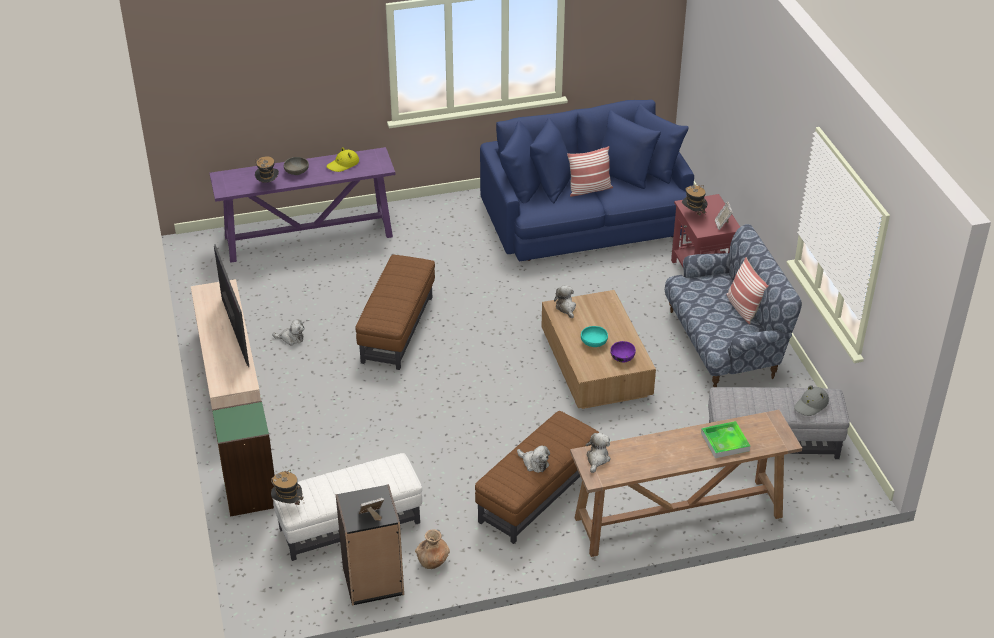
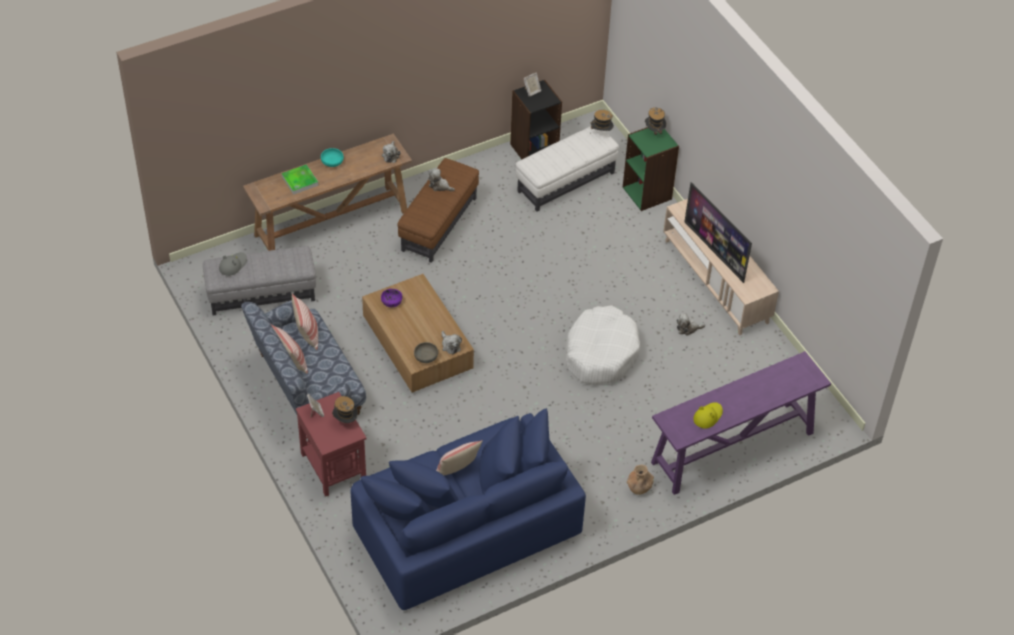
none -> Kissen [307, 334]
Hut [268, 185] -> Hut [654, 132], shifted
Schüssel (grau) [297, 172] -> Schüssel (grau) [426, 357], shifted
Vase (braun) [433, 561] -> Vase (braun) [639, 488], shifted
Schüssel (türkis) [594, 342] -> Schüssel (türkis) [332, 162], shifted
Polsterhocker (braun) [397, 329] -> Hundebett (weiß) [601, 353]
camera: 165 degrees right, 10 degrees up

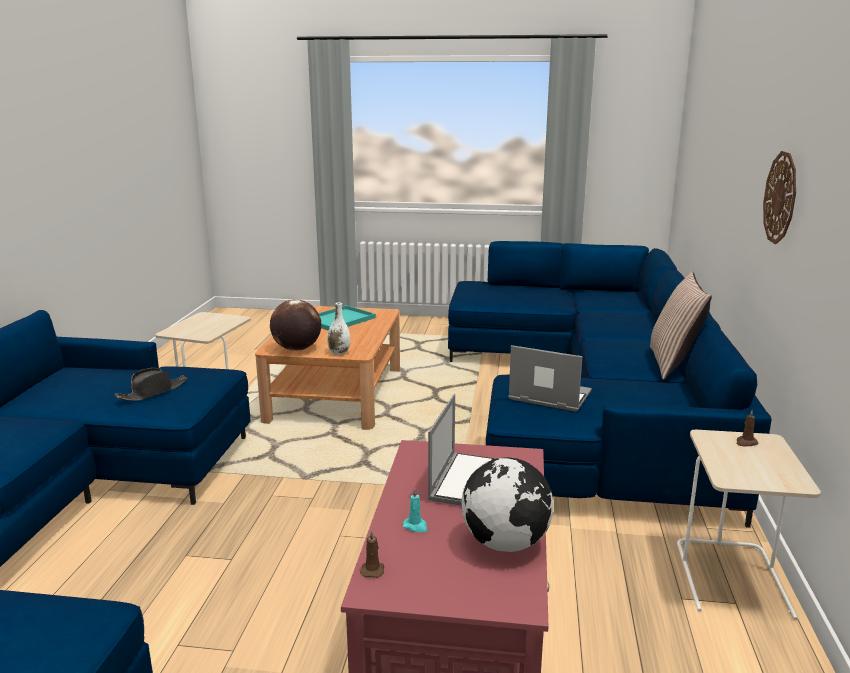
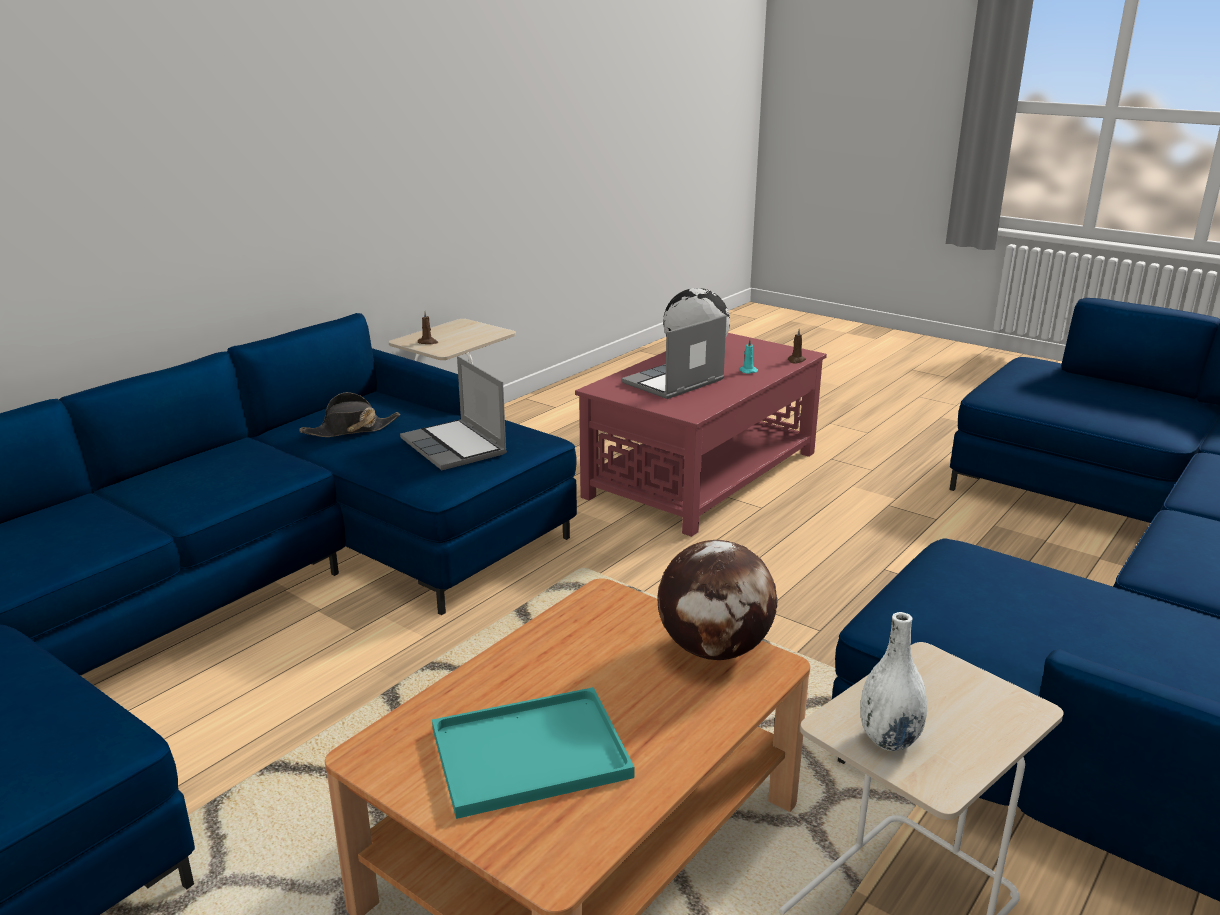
Kissen [673, 363] -> none
Wanduhr [780, 197] -> none
Hut (schwarz) [153, 392] -> Hut (schwarz) [350, 430], shifted
Vase (weiß) [339, 352] -> Vase (weiß) [889, 739], shifted
camera: 150 degrees left, 5 degrees up

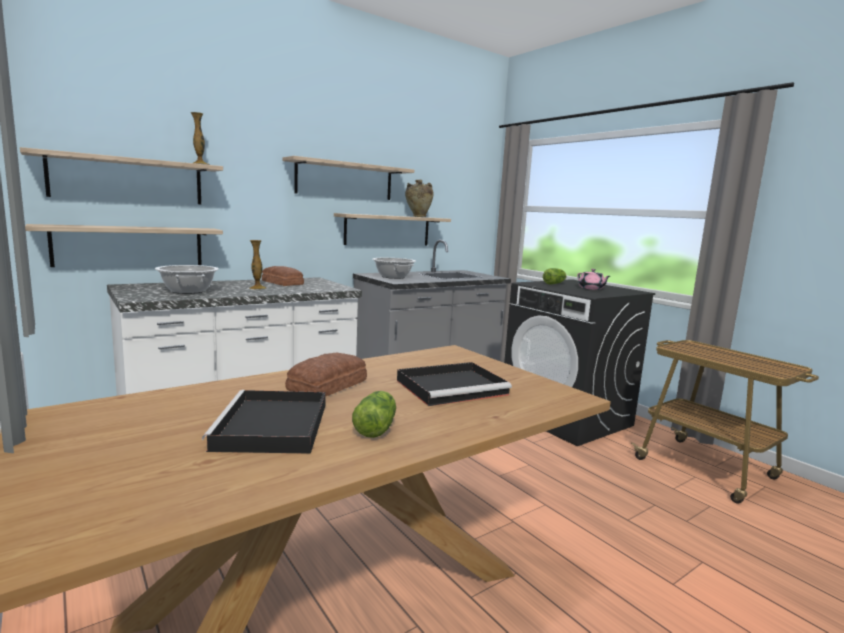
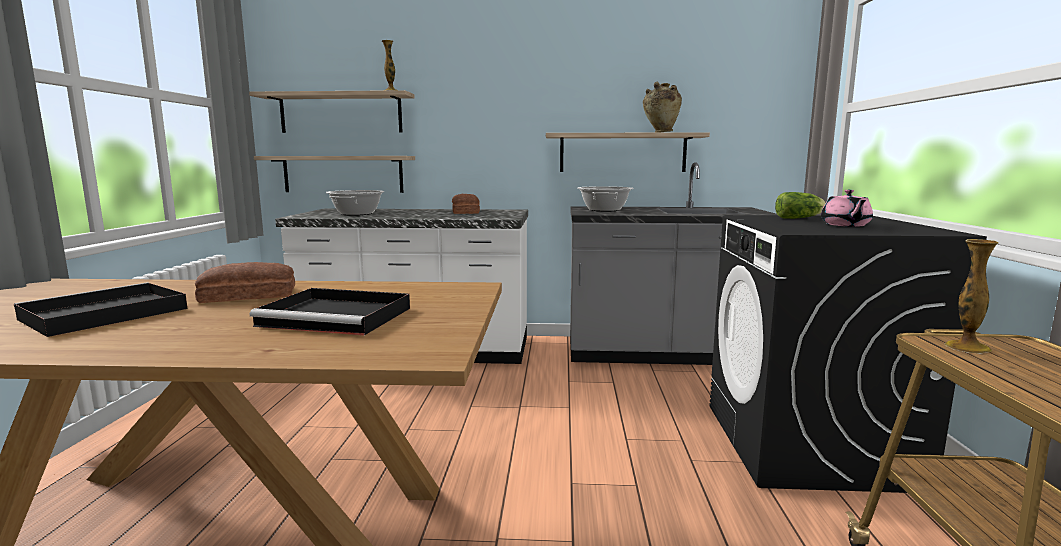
Wandregal [345, 180] -> none
Salatkopf [376, 427] -> none
Vase [257, 288] -> Vase [967, 347], shifted
camera: 40 degrees right, 0 degrees up

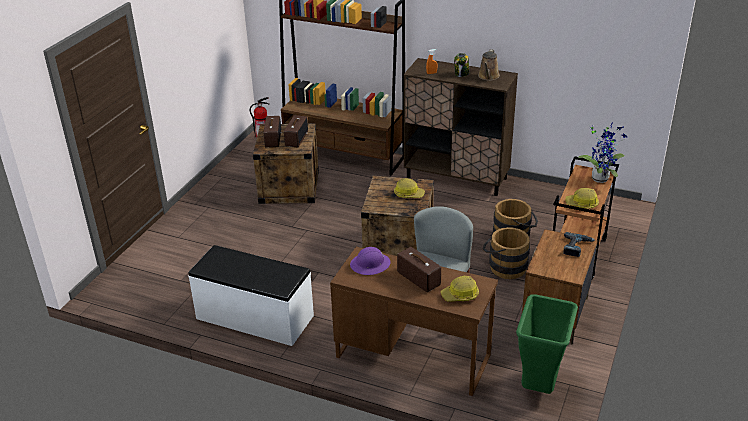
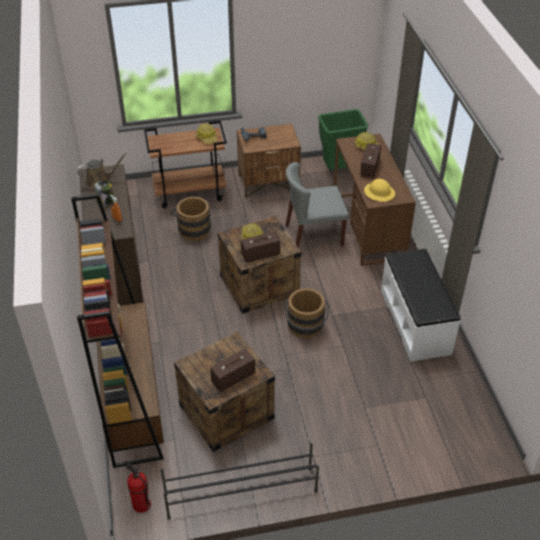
Topfpflanze [601, 178] -> none
none -> Schuhregal (schwarz) [240, 492]
Radio [296, 138] -> Radio [260, 254], shifted
Eimer (braun) [504, 267] -> Eimer (braun) [305, 328], shifted
Schutzhelm (lila) [370, 264] -> Schutzhelm (gelb) [379, 192]
camera: 125 degrees left, 10 degrees up

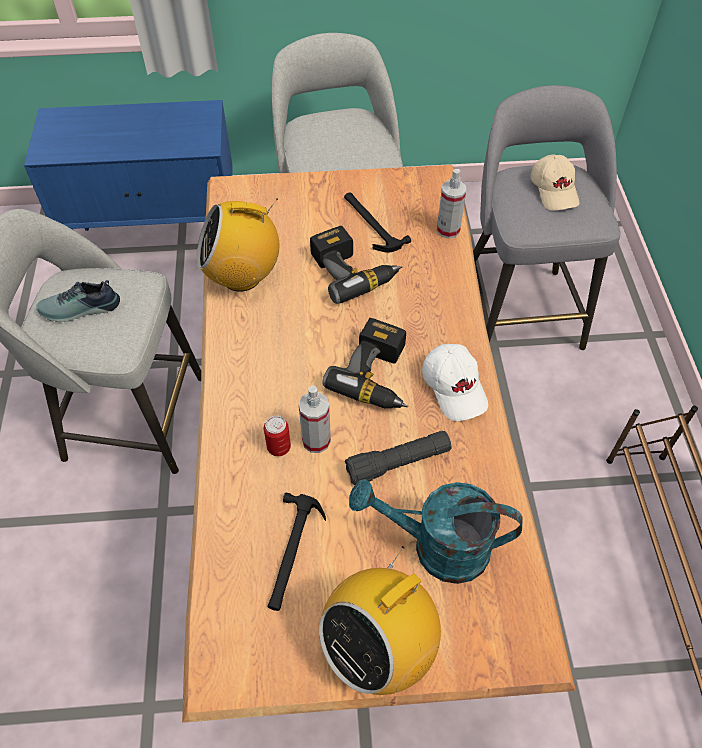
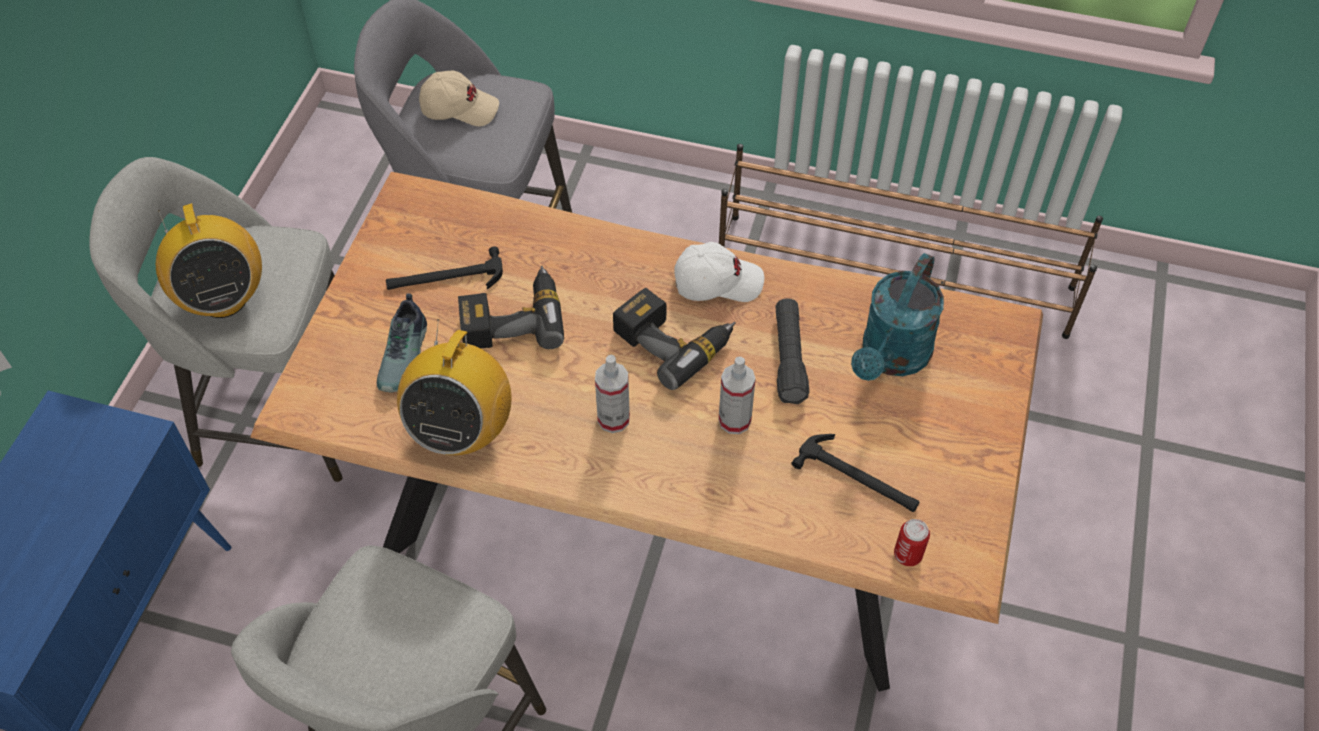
Schuh [80, 310] -> Schuh [406, 355], shifted
Dose [279, 447] -> Dose [907, 555], shifted
Radio [378, 647] -> Radio [223, 299], shifted
Sprühflasche [448, 230] -> Sprühflasche [613, 419], shifted
camera: 70 degrees left, 0 degrees up

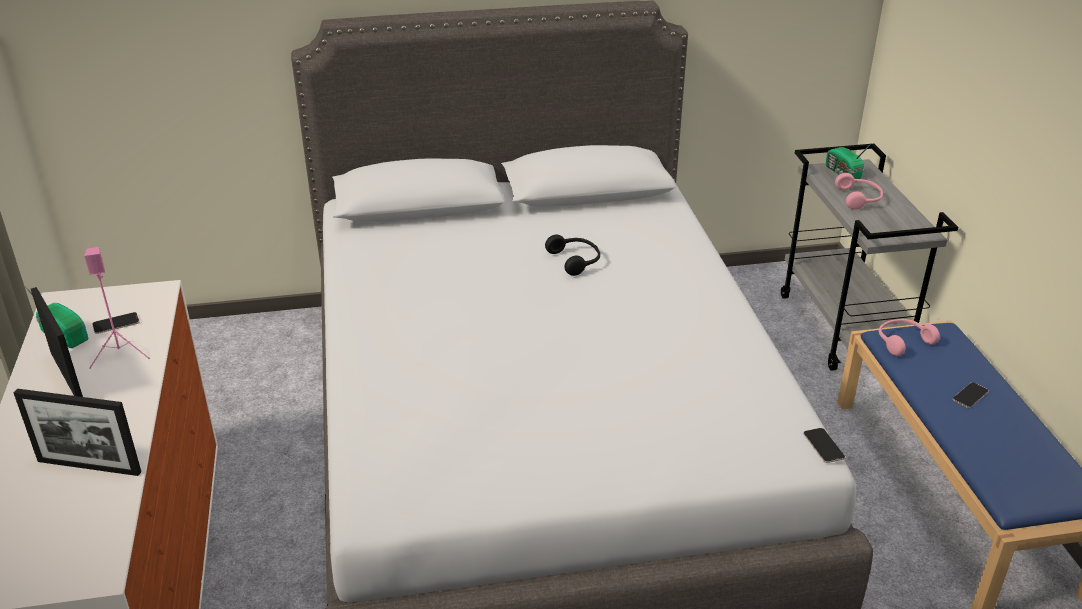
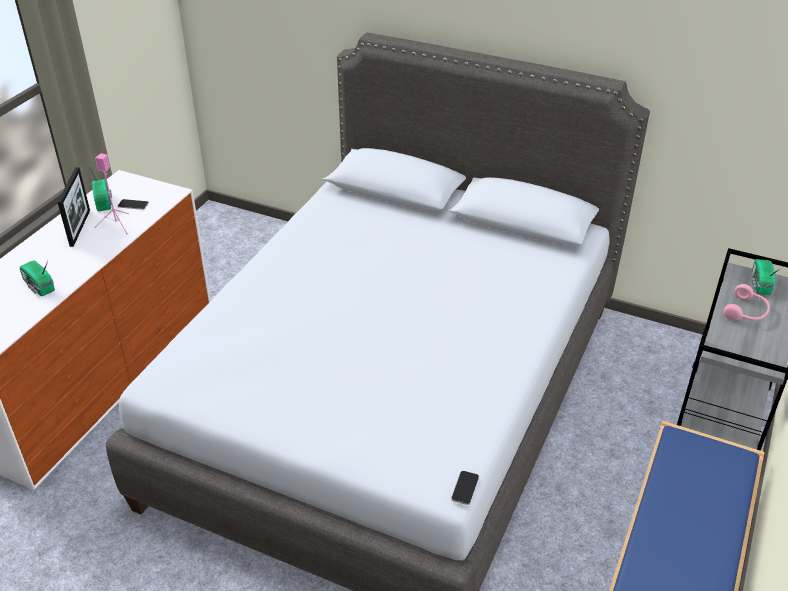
Kopfhörer (schwarz) [576, 260] -> none
Kopfhörer (rosa) [902, 341] -> none
Handy [970, 395] -> none
Bilderrahmen [89, 466] -> Radio [39, 286]
camera: 35 degrees right, 5 degrees up

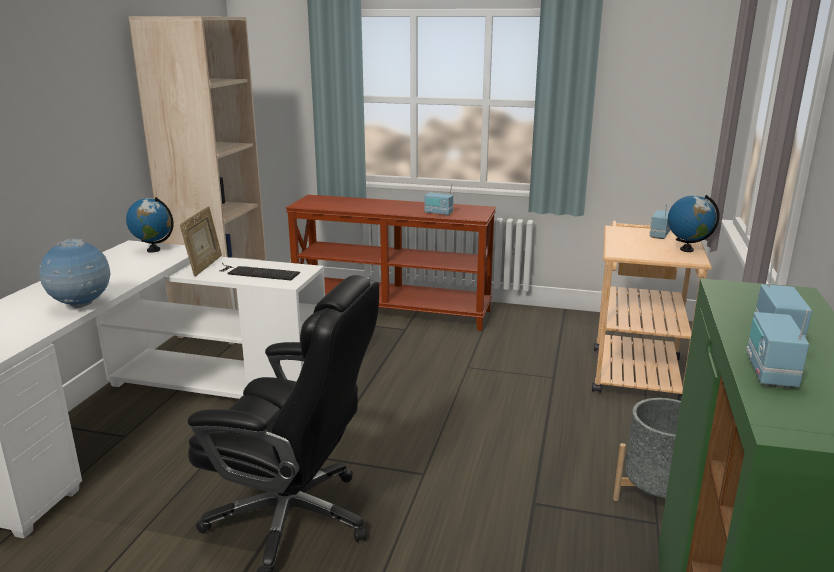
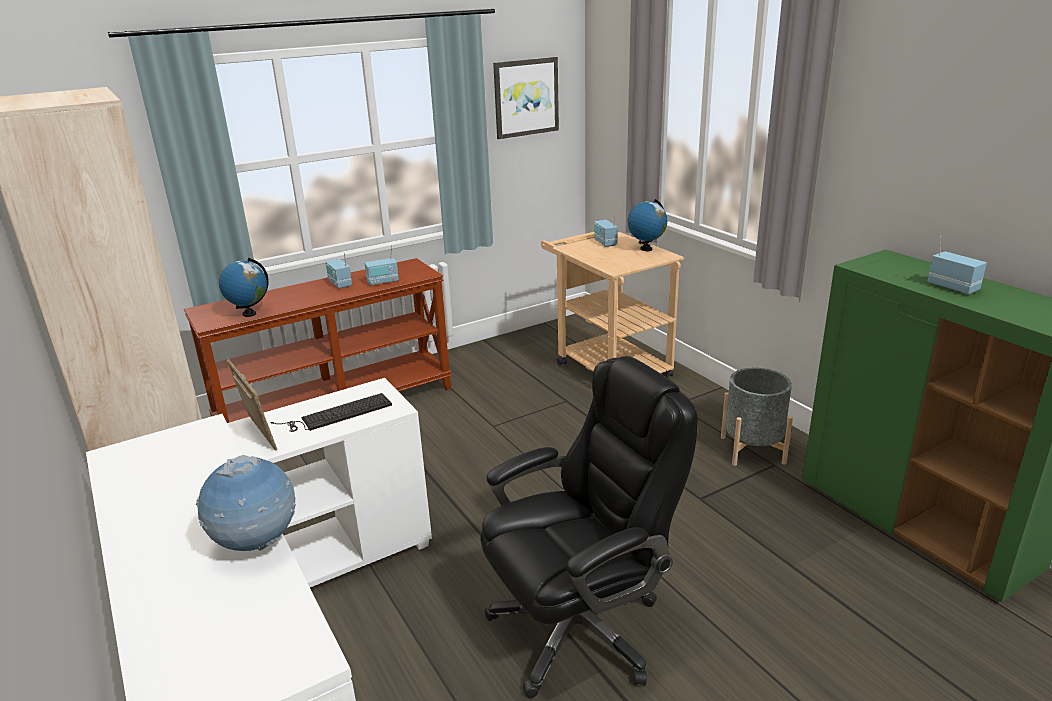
none -> Bild [526, 97]
Globus [154, 250] -> Globus [249, 314], shifted
Radio [769, 372] -> Radio [339, 284], shifted
camera: 45 degrees left, 5 degrees up

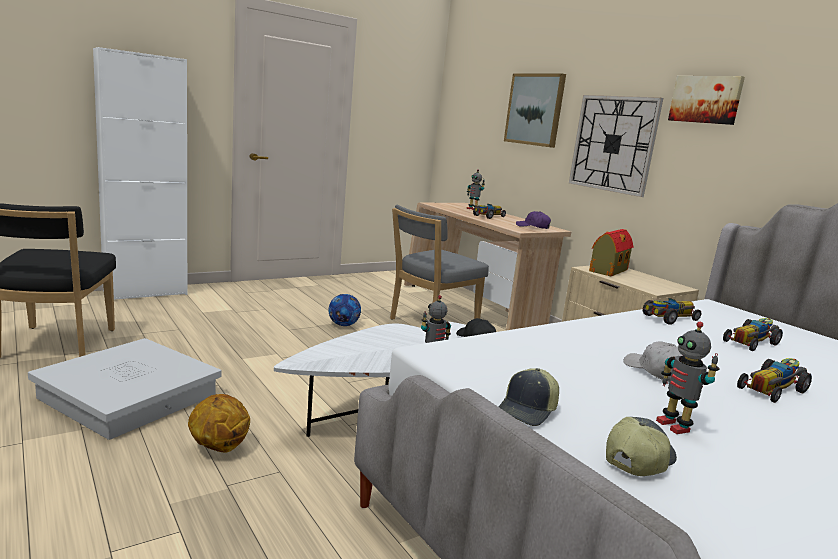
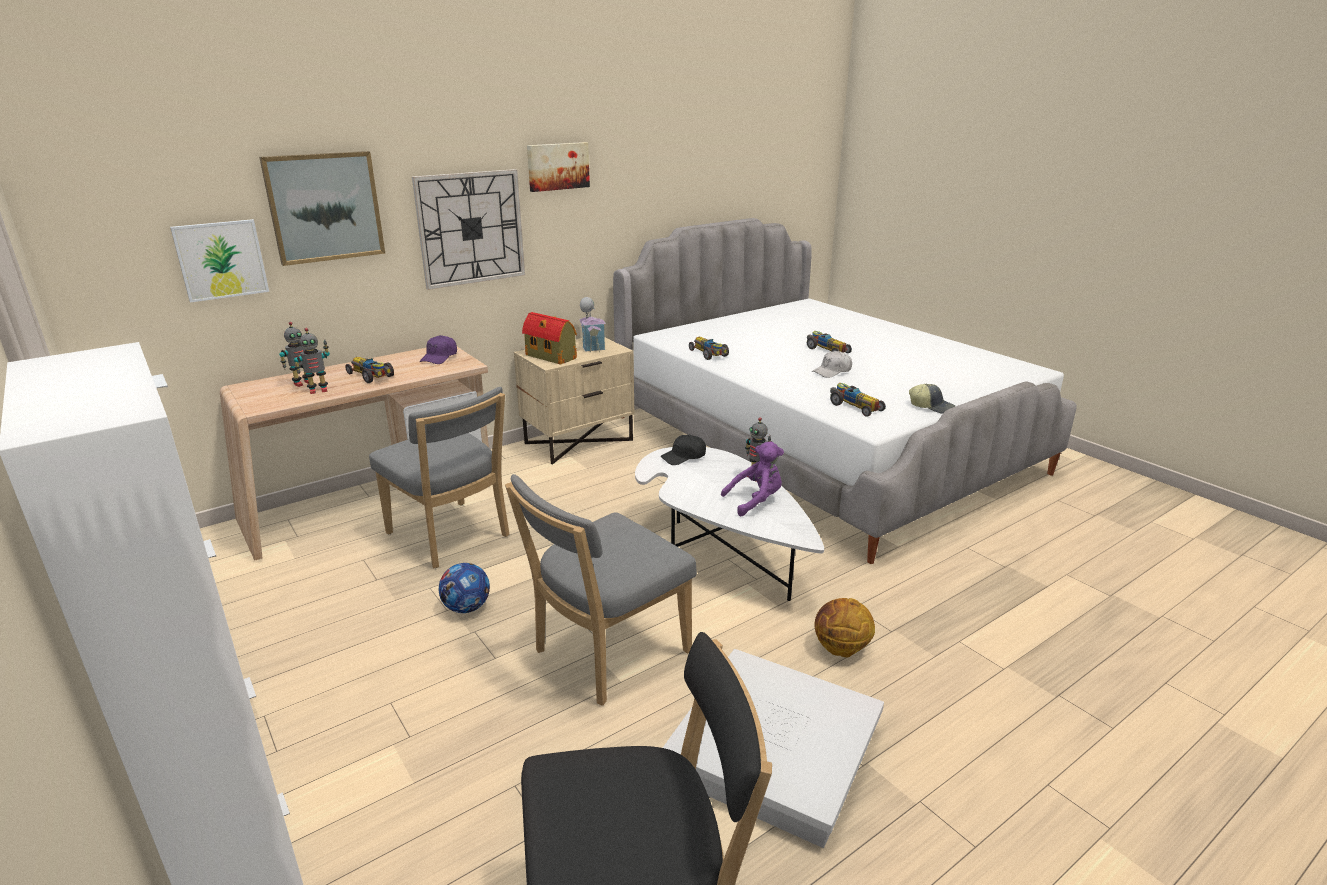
Kappe [637, 459] -> none
none -> Bild [221, 260]
none -> Stuhl (grau) [606, 654]
none -> Spielzeughaus [592, 345]
none -> Plüschtier (lila) [756, 501]
Spielzeugroboter [674, 426] -> Spielzeugroboter [318, 390], shifted
Spielzeugauto [751, 342] -> Spielzeugauto [854, 406], shifted
camera: 90 degrees left, 10 degrees up

